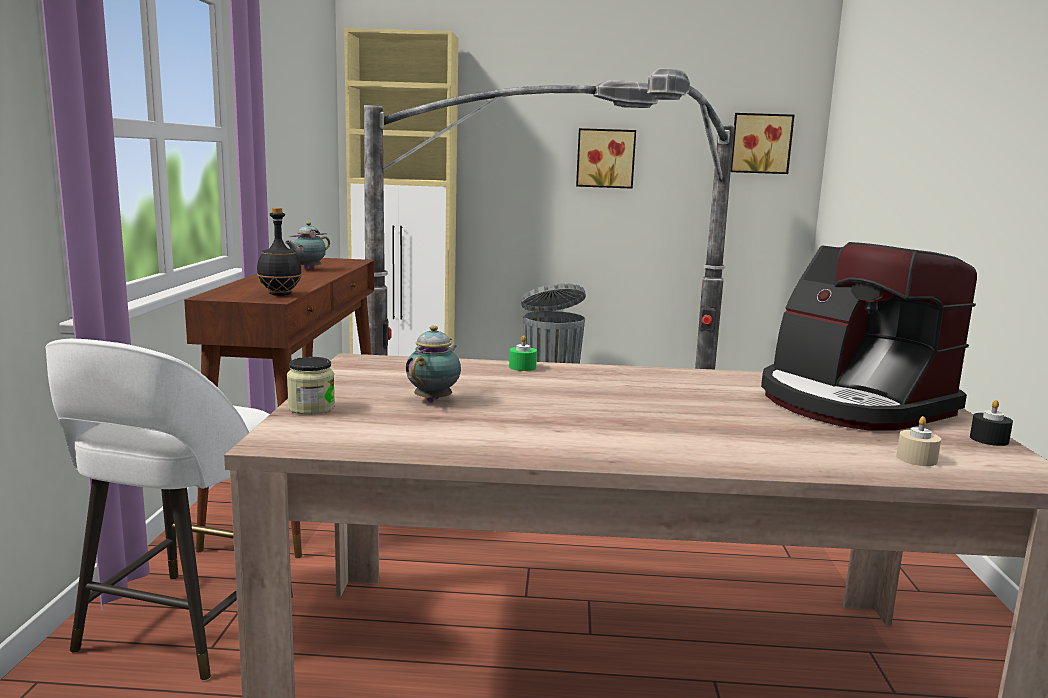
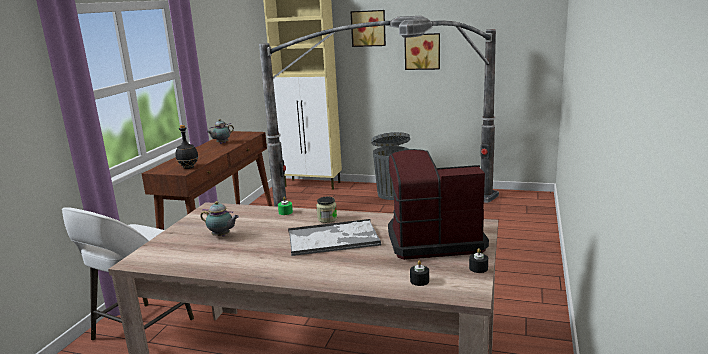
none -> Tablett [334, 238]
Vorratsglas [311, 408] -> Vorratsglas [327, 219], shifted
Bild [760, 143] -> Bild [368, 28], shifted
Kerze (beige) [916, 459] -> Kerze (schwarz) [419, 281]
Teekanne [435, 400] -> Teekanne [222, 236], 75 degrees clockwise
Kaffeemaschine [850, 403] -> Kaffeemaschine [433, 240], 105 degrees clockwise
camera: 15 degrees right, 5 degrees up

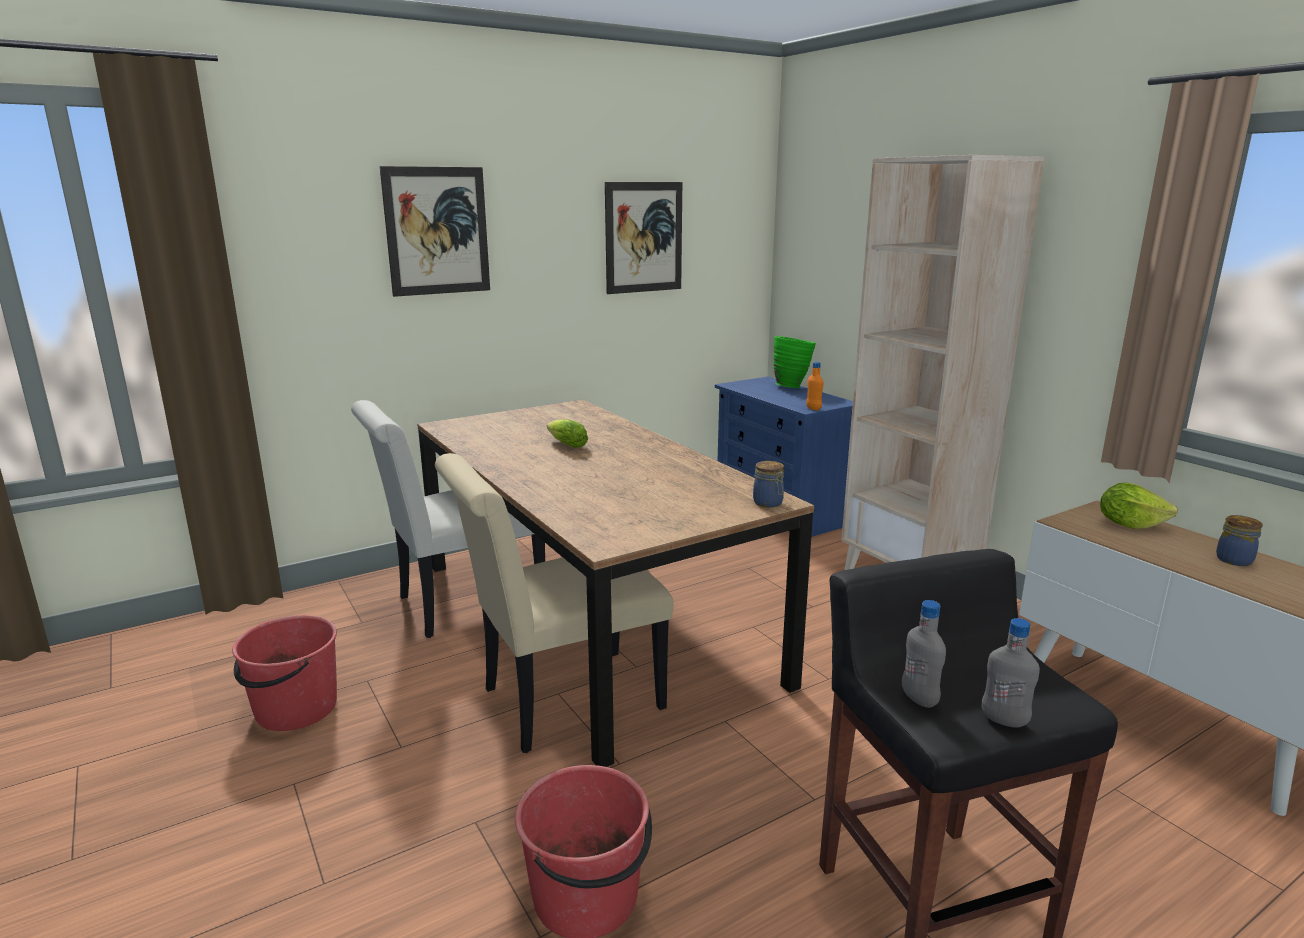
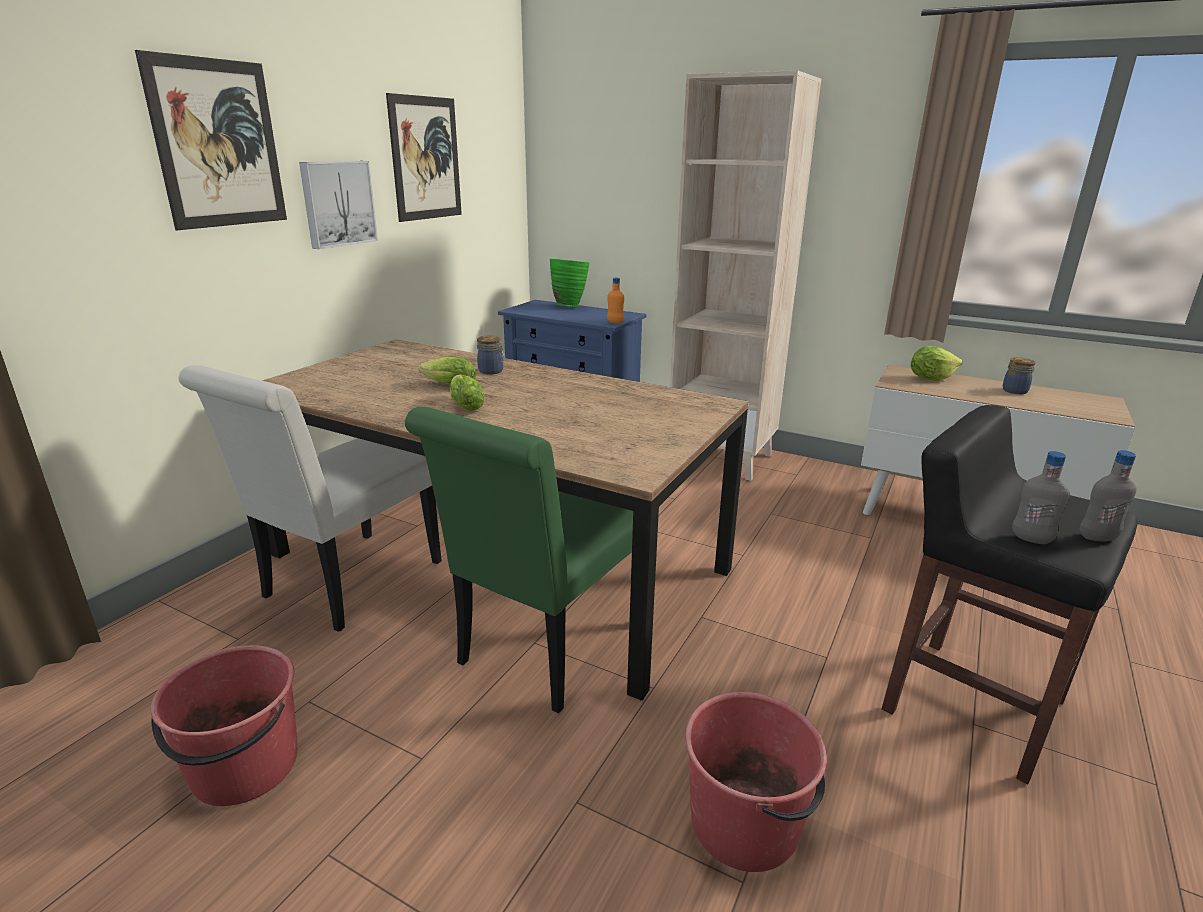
none -> Bild [337, 203]
none -> Salatkopf [465, 404]
Vorratsglas [768, 503] -> Vorratsglas [491, 371], shifted
Stuhl (beige) [561, 702] -> Stuhl (grün) [546, 650]
camera: 30 degrees left, 5 degrees up

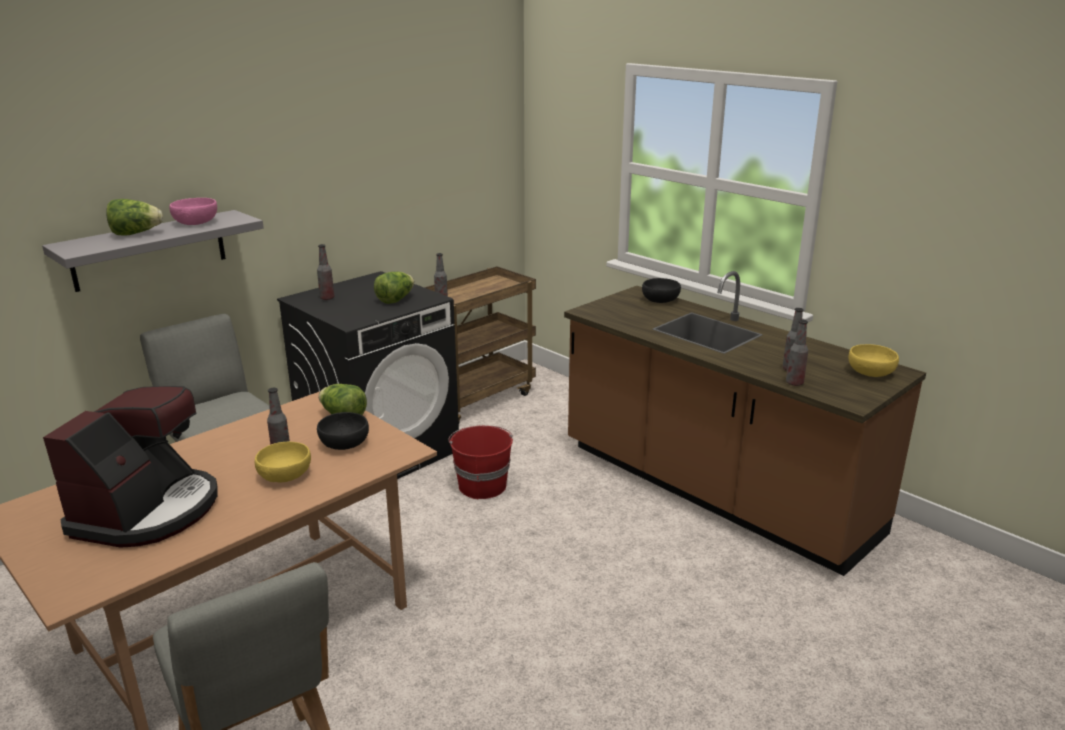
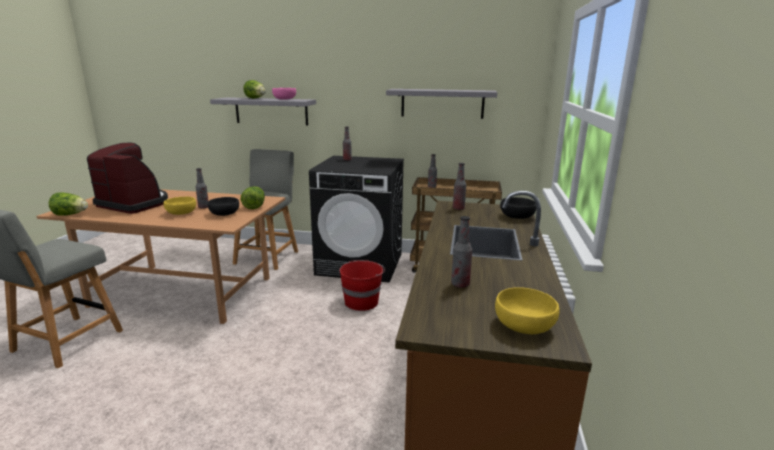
none -> Wandregal (grau) [442, 103]
Salatkopf [395, 300] -> Salatkopf [71, 215], shifted
Flasche [794, 383] -> Flasche [458, 208], shifted
Kaffeemaschine [148, 511] -> Kaffeemaschine [134, 204], 135 degrees counterclockwise
camera: 55 degrees right, 5 degrees down

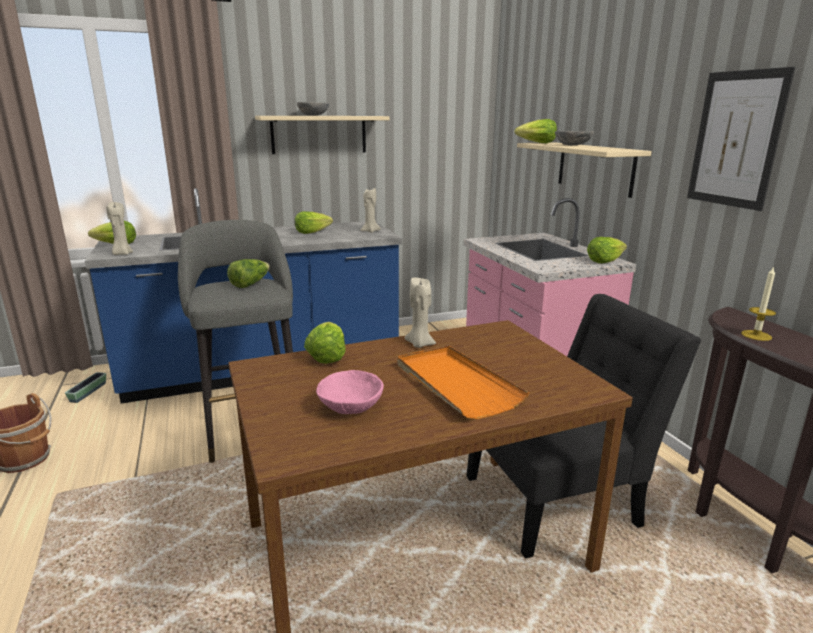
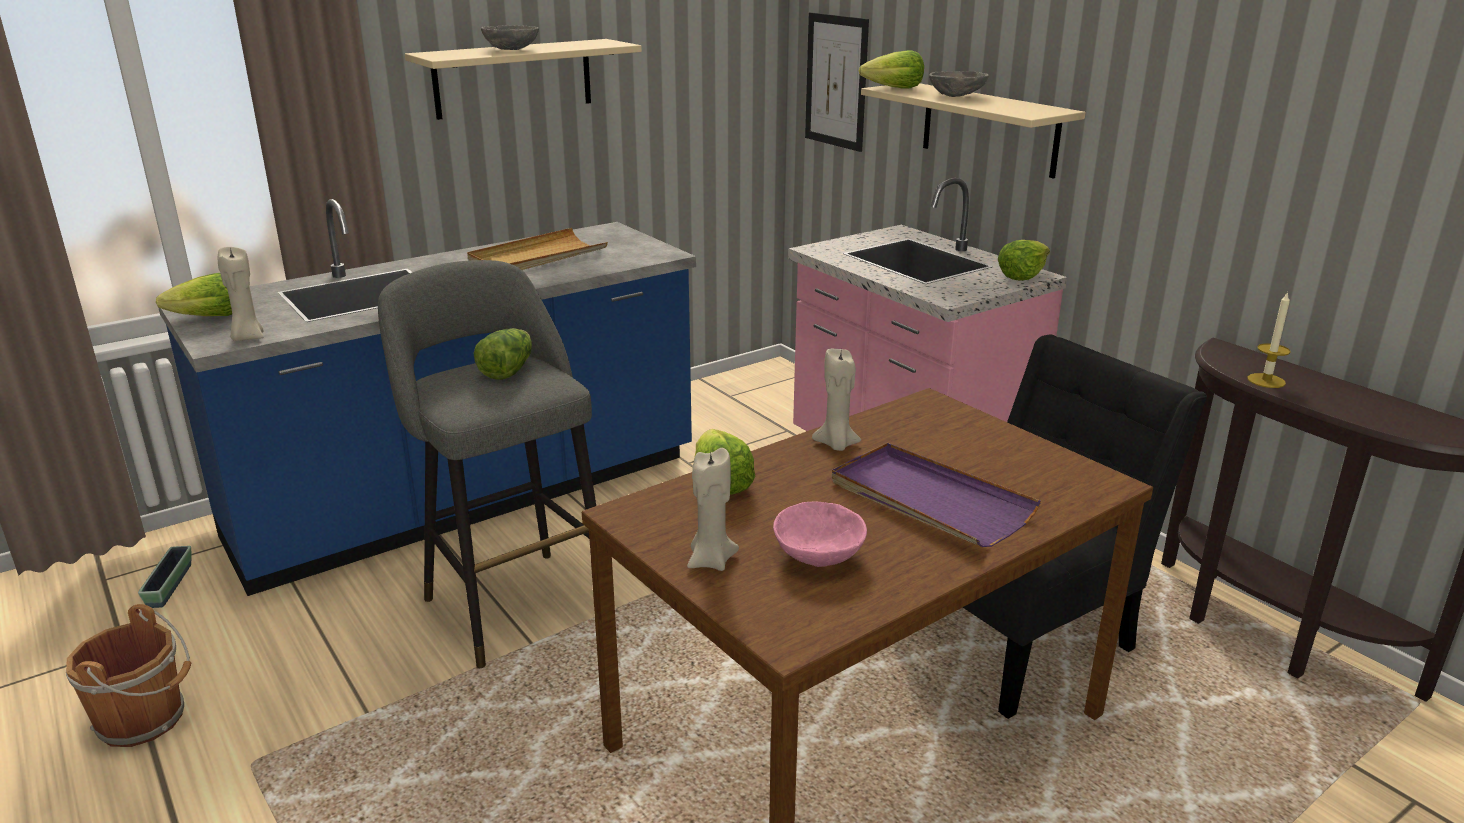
Kerze (beige) [370, 231] -> Kerze (beige) [711, 561], shifted
Bild [736, 139] -> Bild [836, 81], shifted
Salatkopf [312, 232] -> Tablett (beige) [537, 257]
Tablett (orange) [455, 384] -> Tablett (lila) [929, 500]
camera: 15 degrees left, 5 degrees up

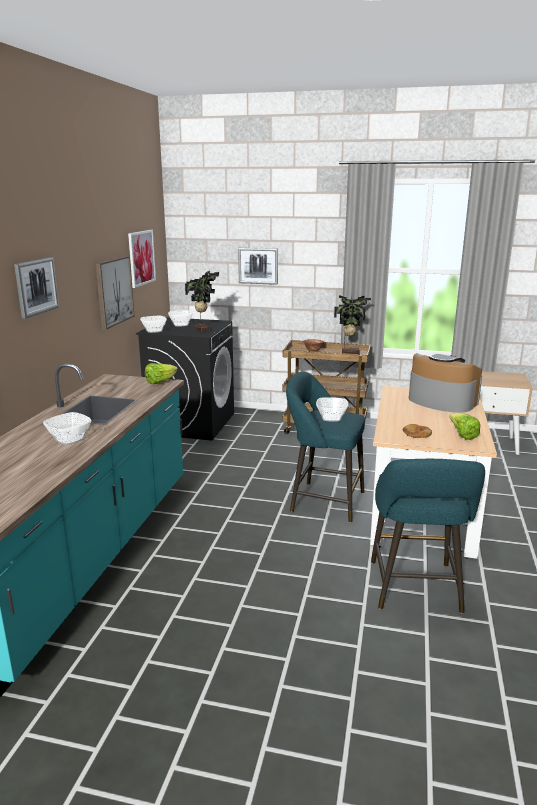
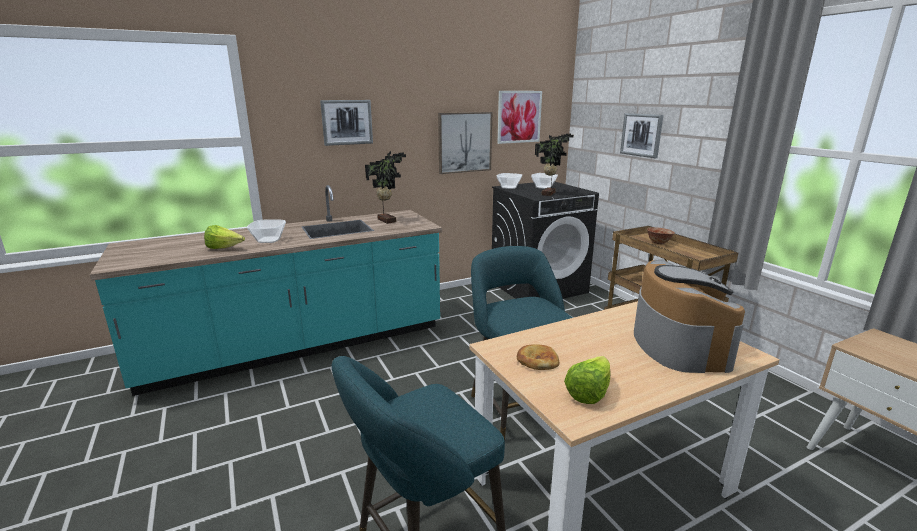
Schüssel [332, 418] -> none
Salatkopf [160, 382] -> Salatkopf [224, 248], shifted
Topfpflanze [350, 352] -> Topfpflanze [388, 220], shifted
camera: 50 degrees right, 0 degrees up

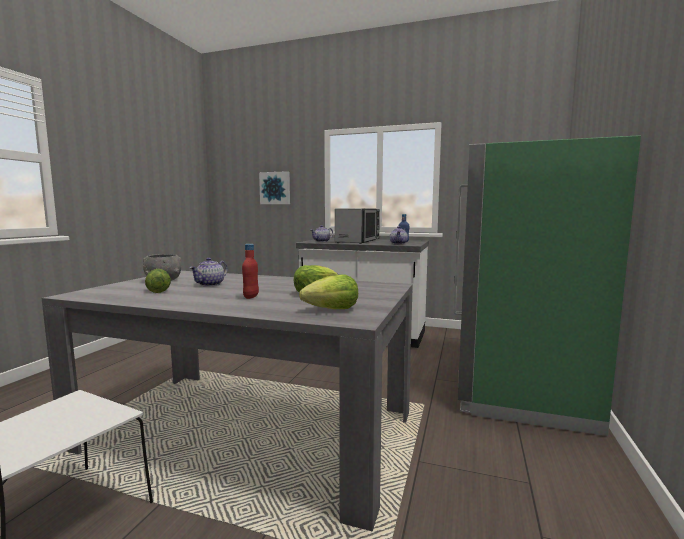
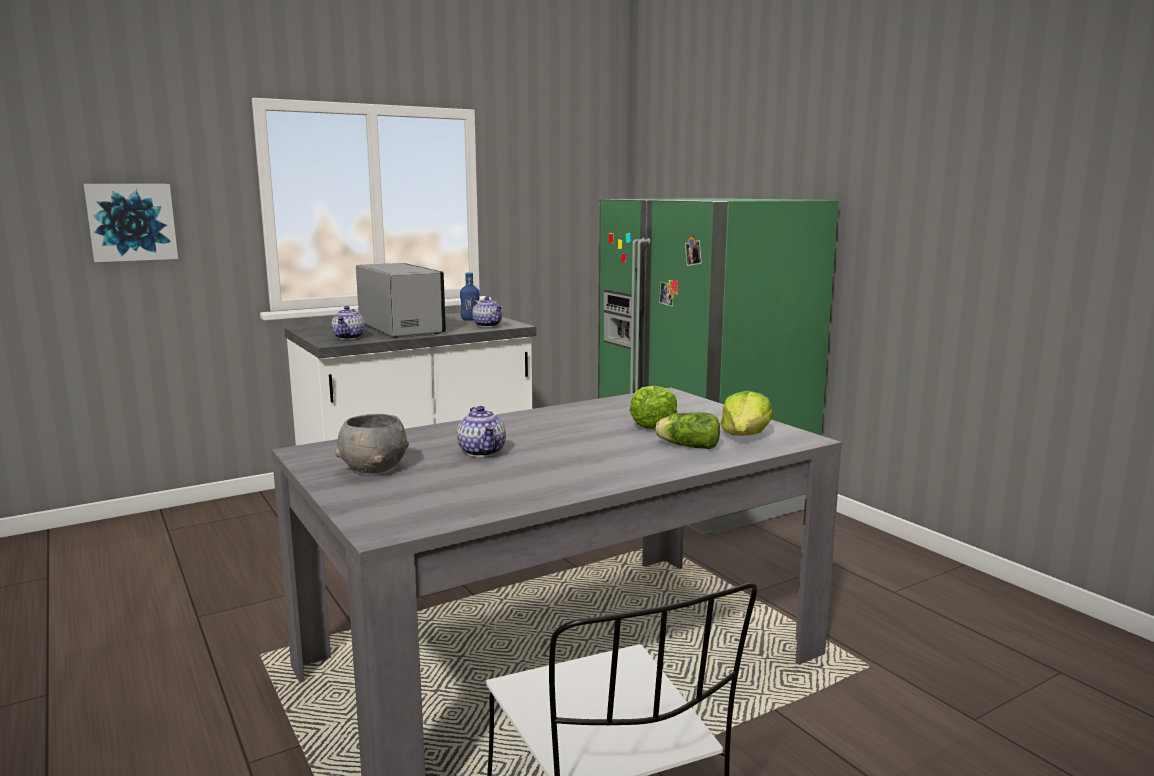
Flasche (rot) [251, 297] -> none
Salatkopf [159, 290] -> Salatkopf [686, 446], shifted
camera: 50 degrees left, 5 degrees up

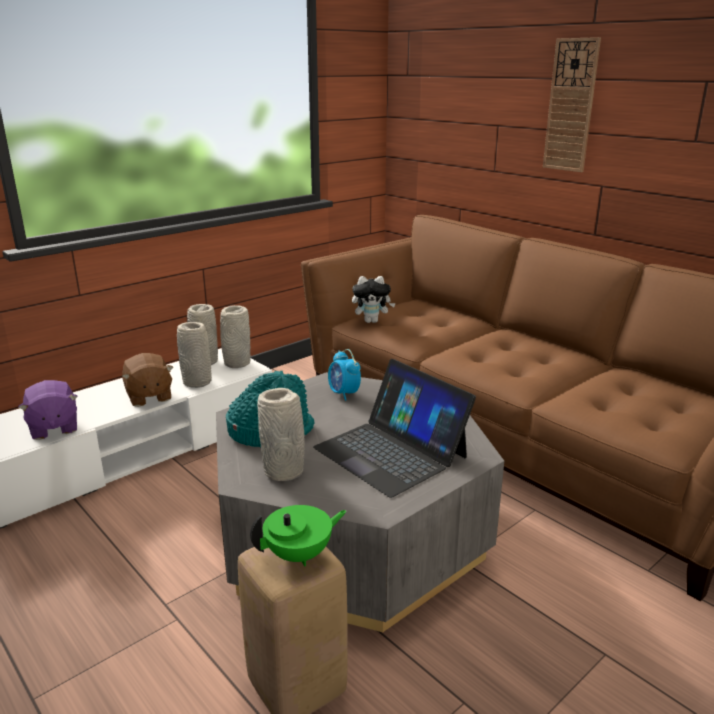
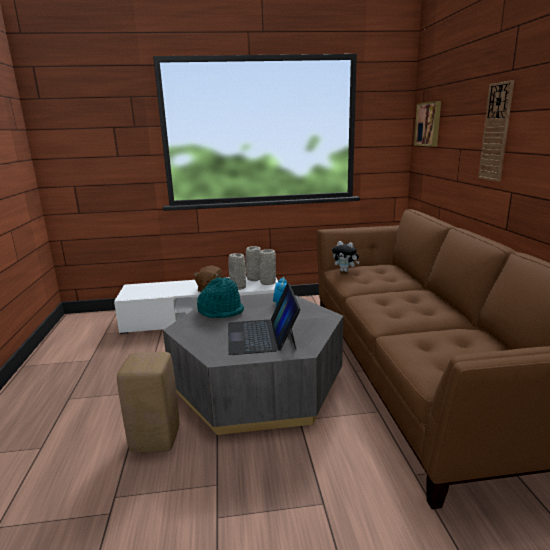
Plüschtier (lila) [53, 427] -> none
Teekanne (grün) [300, 555] -> none
Vase (grau) [285, 471] -> none
none -> Bild [429, 124]
camera: 35 degrees right, 5 degrees down

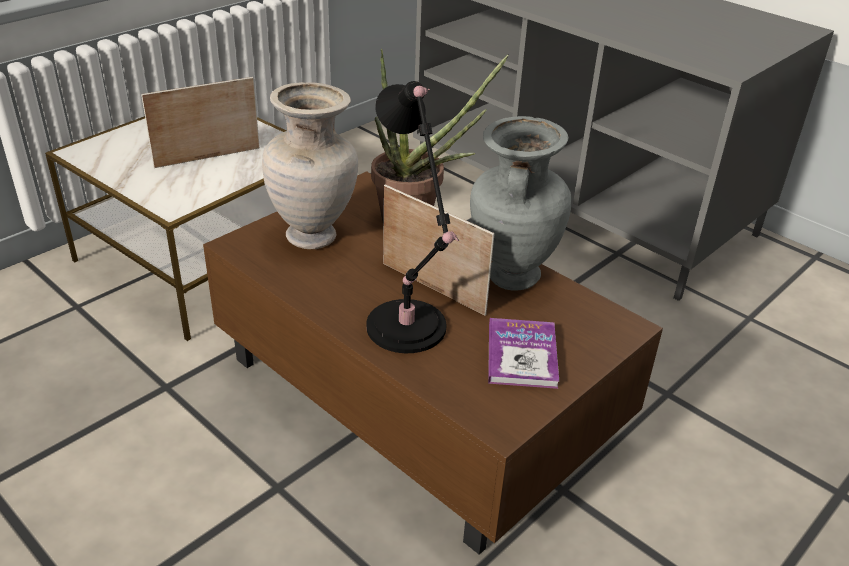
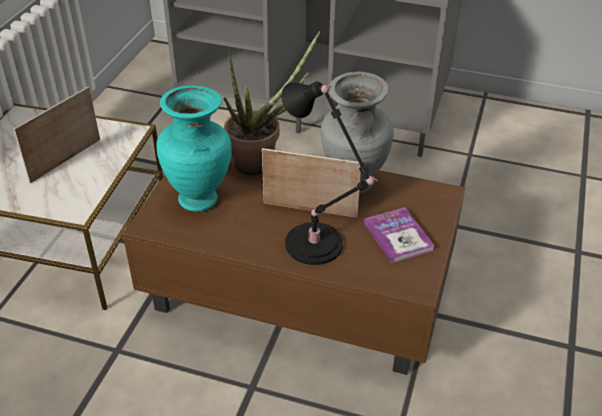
Vase (beige) [314, 237] -> Vase (türkis) [200, 200]
camera: 25 degrees left, 5 degrees up

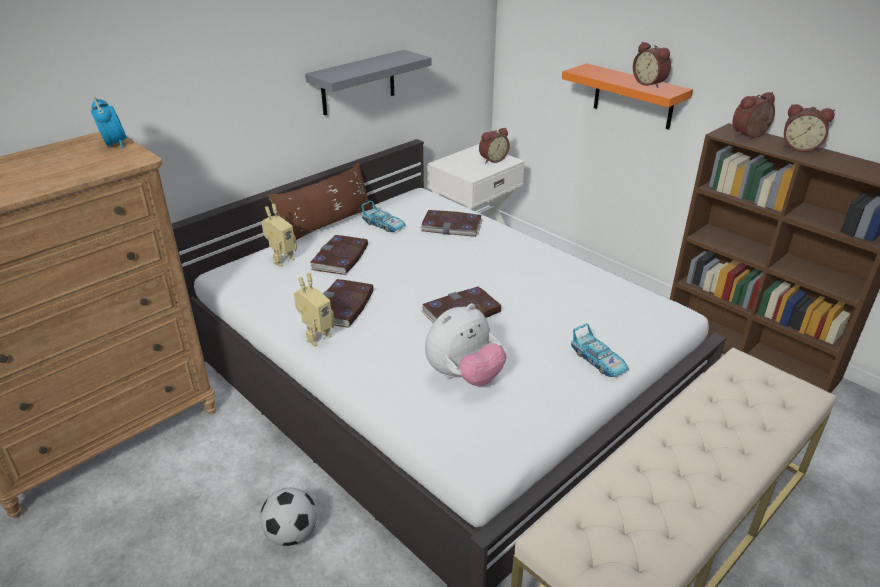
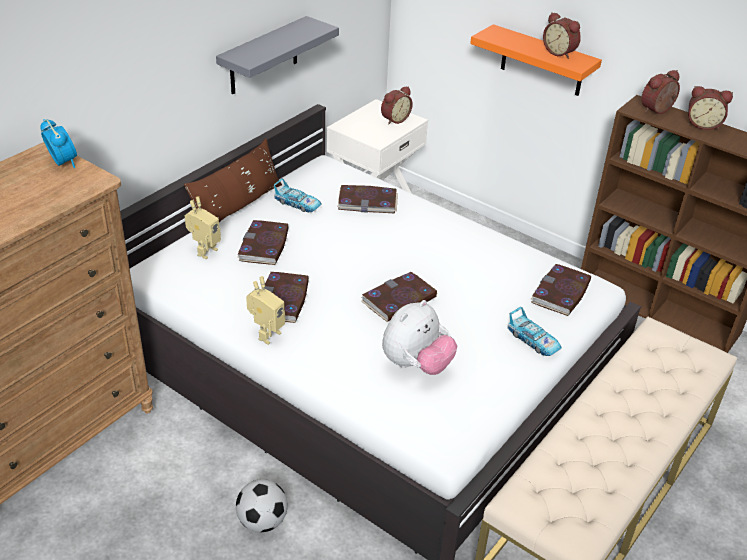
none -> Buch [561, 292]
camera: 10 degrees left, 5 degrees up

